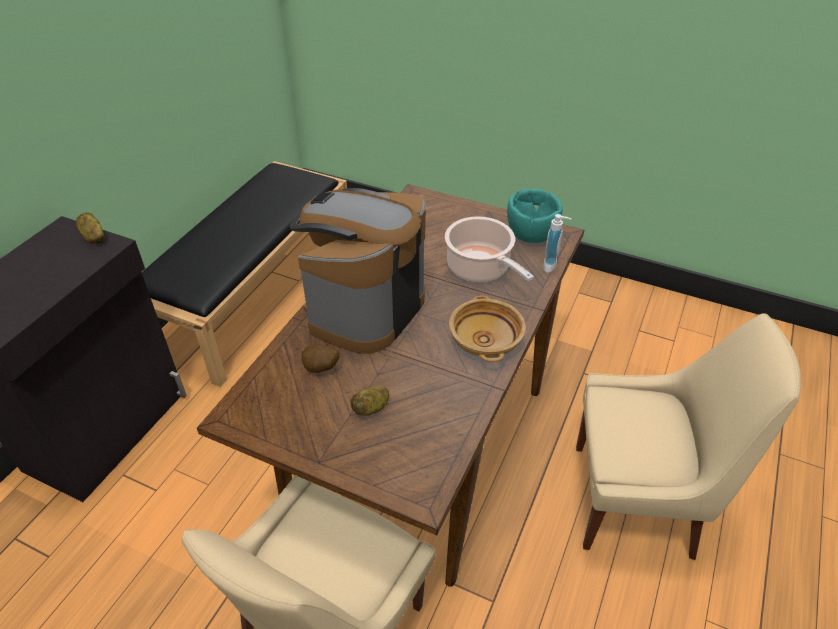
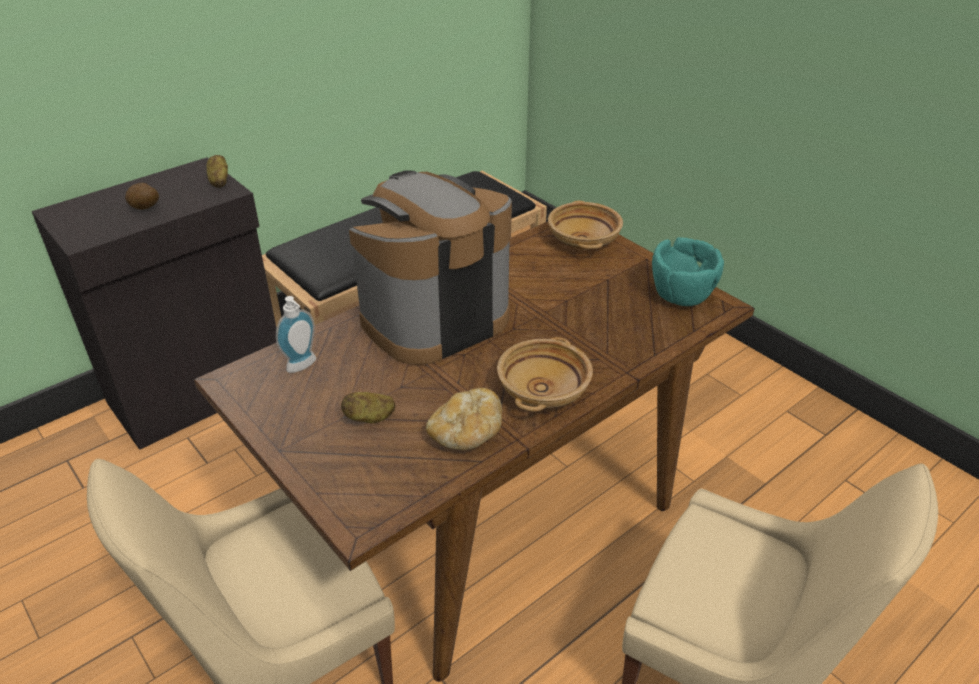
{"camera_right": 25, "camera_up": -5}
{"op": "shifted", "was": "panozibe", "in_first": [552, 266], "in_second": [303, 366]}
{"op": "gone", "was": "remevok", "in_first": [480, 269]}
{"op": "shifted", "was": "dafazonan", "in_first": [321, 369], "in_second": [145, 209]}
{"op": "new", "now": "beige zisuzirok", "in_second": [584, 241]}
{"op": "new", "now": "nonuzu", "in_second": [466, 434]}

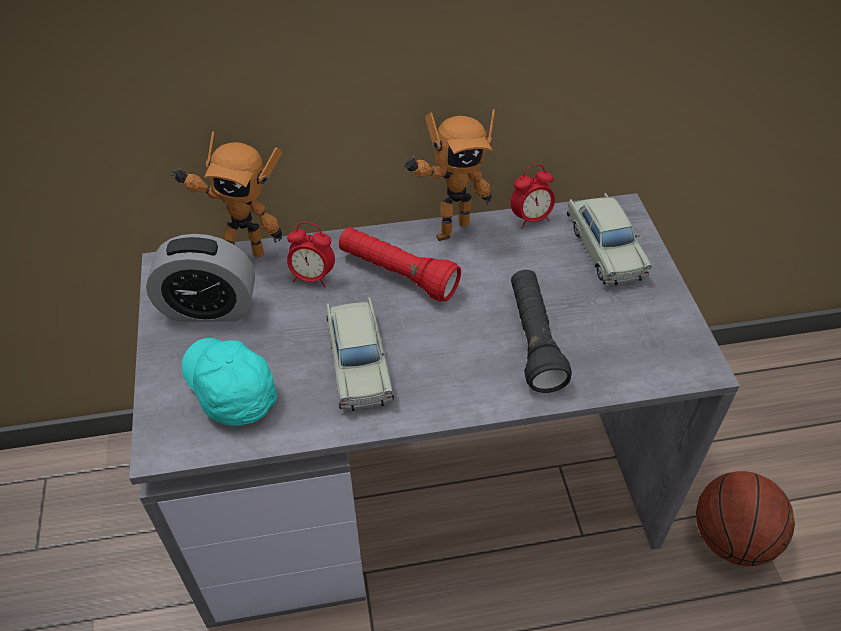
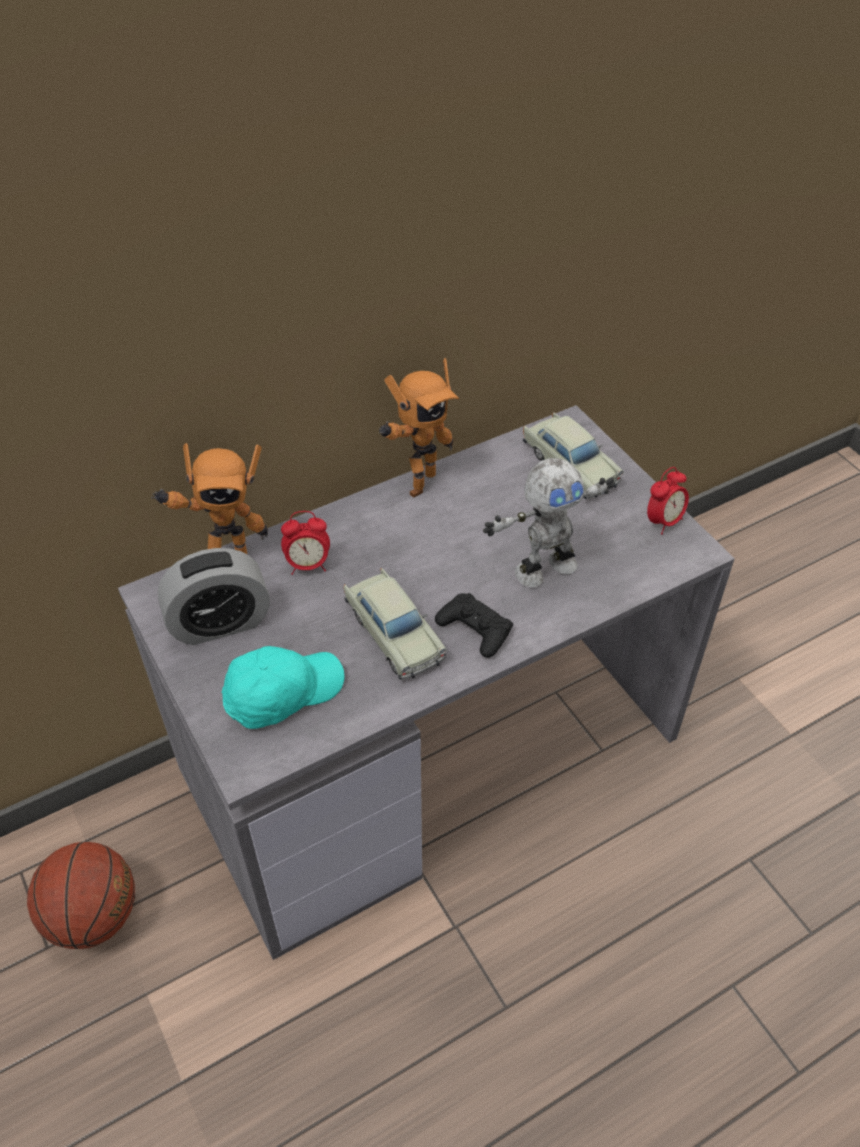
{"camera_right": -20, "camera_up": 0}
{"op": "shifted", "was": "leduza", "in_first": [530, 219], "in_second": [663, 521]}
{"op": "gone", "was": "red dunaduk", "in_first": [397, 274]}
{"op": "swapped", "was": "black dunaduk", "now": "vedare", "in_first": [533, 340], "in_second": [544, 568]}
{"op": "rotated", "was": "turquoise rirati", "in_first": [229, 388], "in_second": [282, 693], "clockwise": 120}
{"op": "shifted", "was": "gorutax", "in_first": [731, 539], "in_second": [94, 916]}
{"op": "new", "now": "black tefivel", "in_second": [475, 629]}

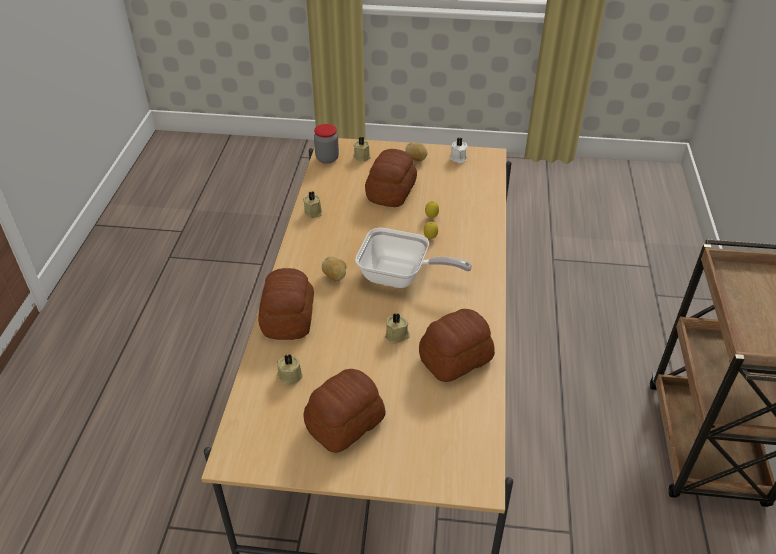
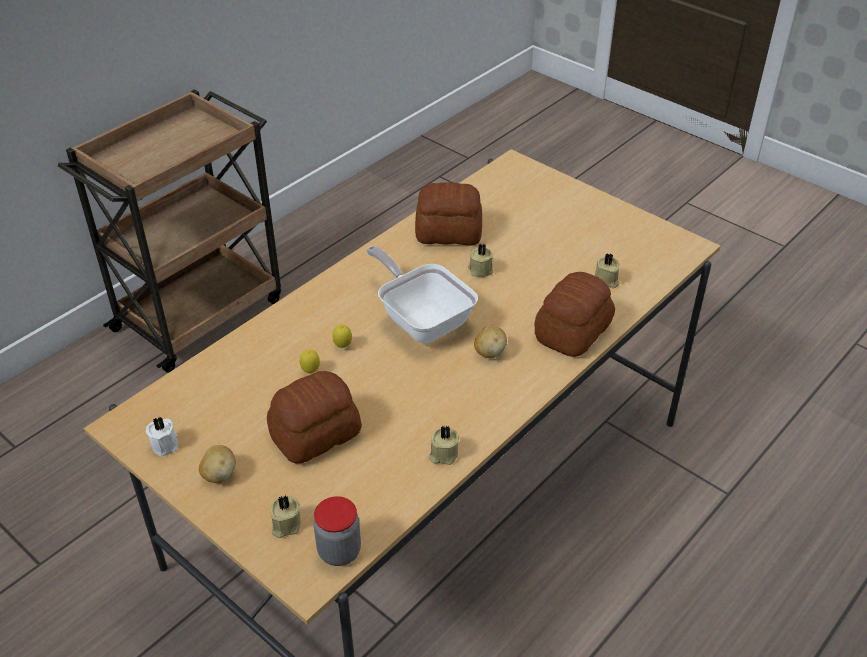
{"camera_right": -145, "camera_up": 0}
{"op": "gone", "was": "nonuzu", "in_first": [343, 423]}

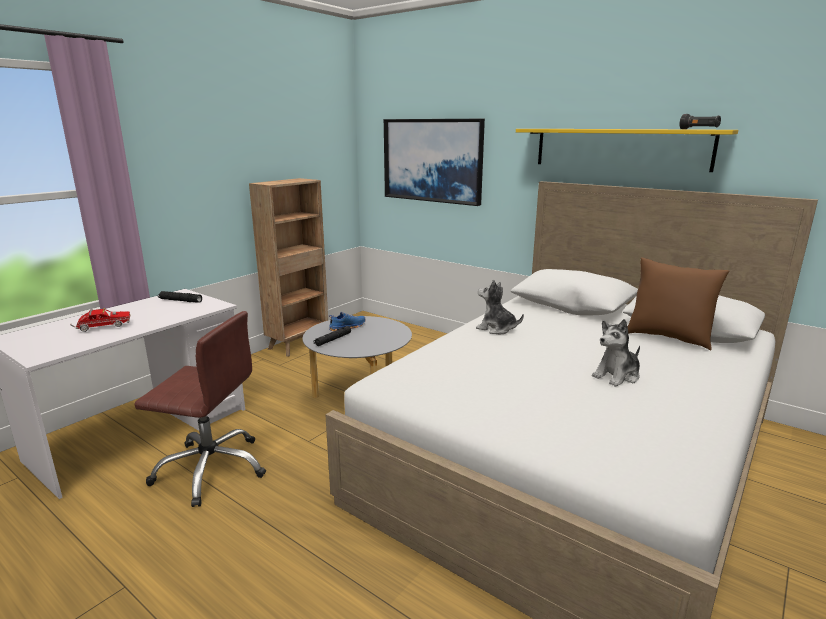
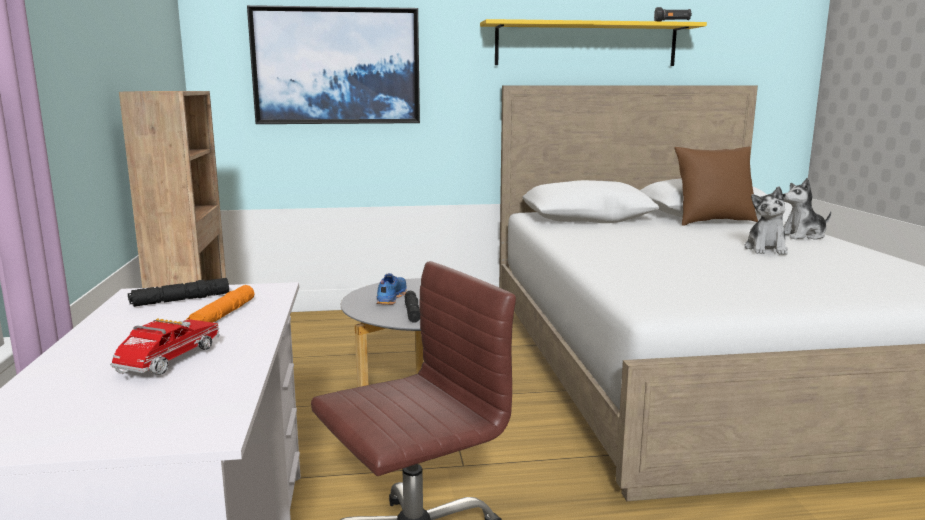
{"camera_right": -45, "camera_up": -5}
{"op": "shifted", "was": "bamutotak", "in_first": [496, 329], "in_second": [802, 236]}
{"op": "new", "now": "orange dunaduk", "in_second": [223, 315]}

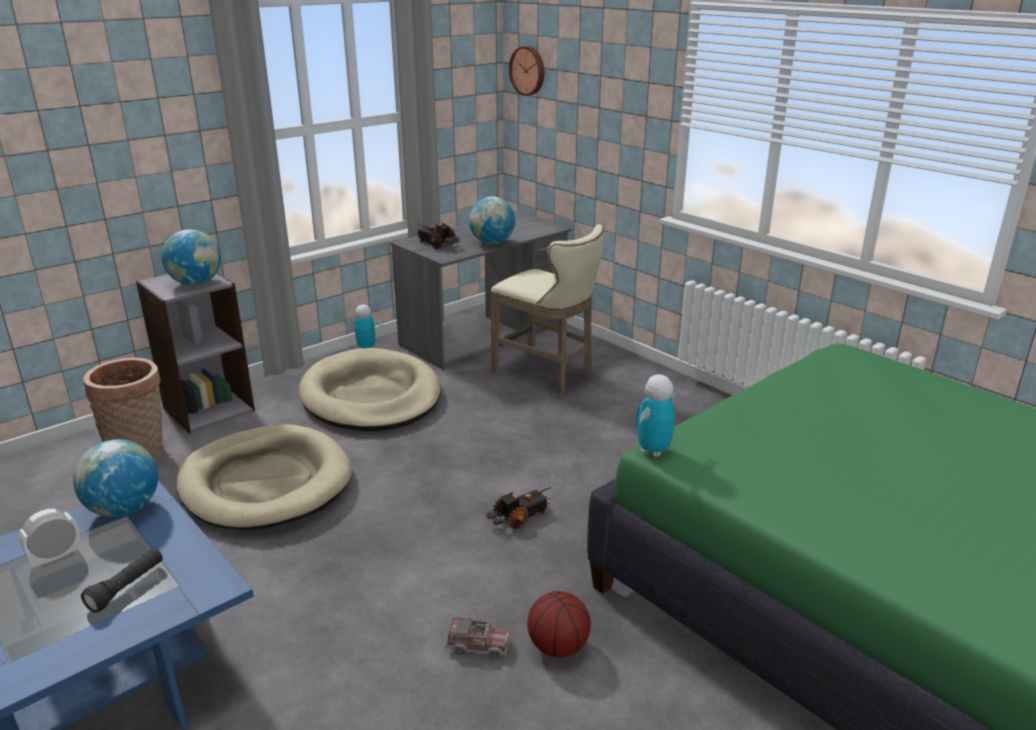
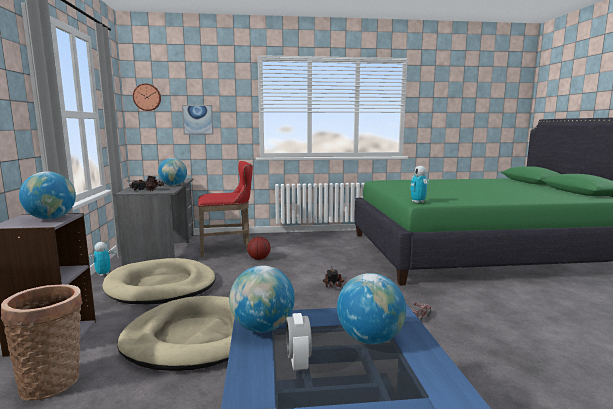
{"camera_right": -55, "camera_up": -15}
{"op": "repainted", "was": "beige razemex", "now": "red razemex", "in_first": [547, 375], "in_second": [228, 249]}
{"op": "swapped", "was": "black dunaduk", "now": "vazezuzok", "in_first": [127, 587], "in_second": [369, 339]}
{"op": "shifted", "was": "gorutax", "in_first": [558, 646], "in_second": [259, 258]}
{"op": "new", "now": "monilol", "in_second": [198, 120]}

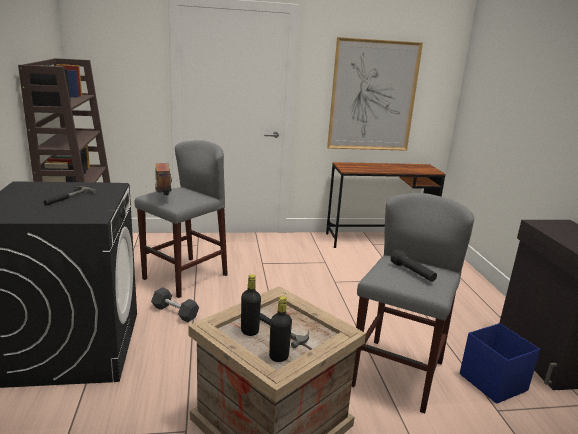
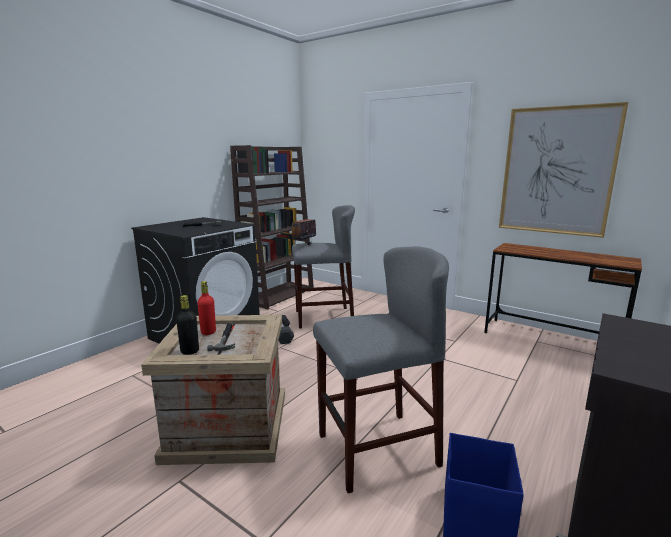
{"camera_right": 45, "camera_up": -5}
{"op": "gone", "was": "black dunaduk", "in_first": [412, 273]}
{"op": "repainted", "was": "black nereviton", "now": "red nereviton", "in_first": [249, 331], "in_second": [208, 332]}

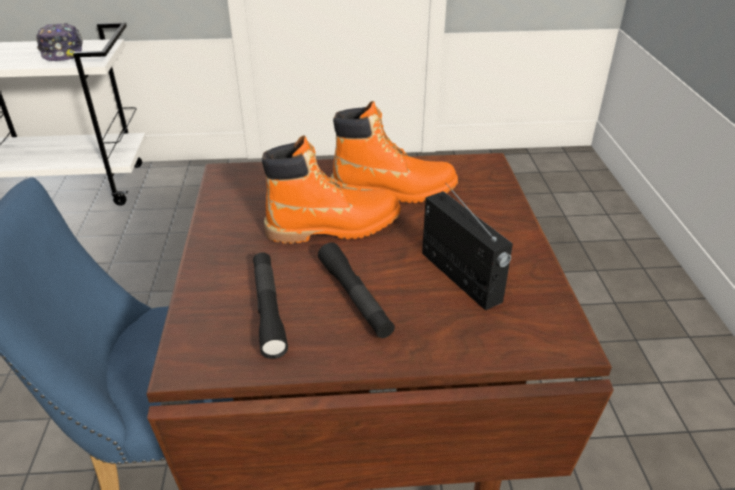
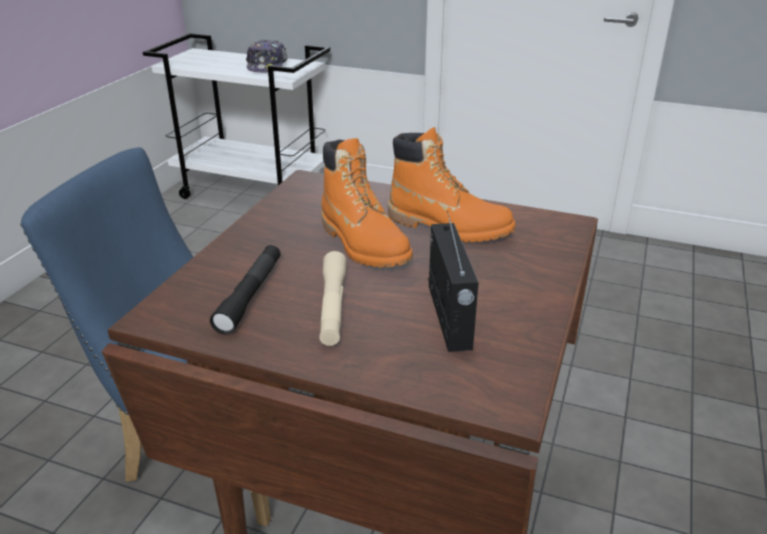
{"camera_right": 25, "camera_up": -5}
{"op": "rotated", "was": "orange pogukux", "in_first": [334, 227], "in_second": [364, 244], "clockwise": 45}
{"op": "repainted", "was": "black dunaduk", "now": "beige dunaduk", "in_first": [355, 297], "in_second": [333, 306]}

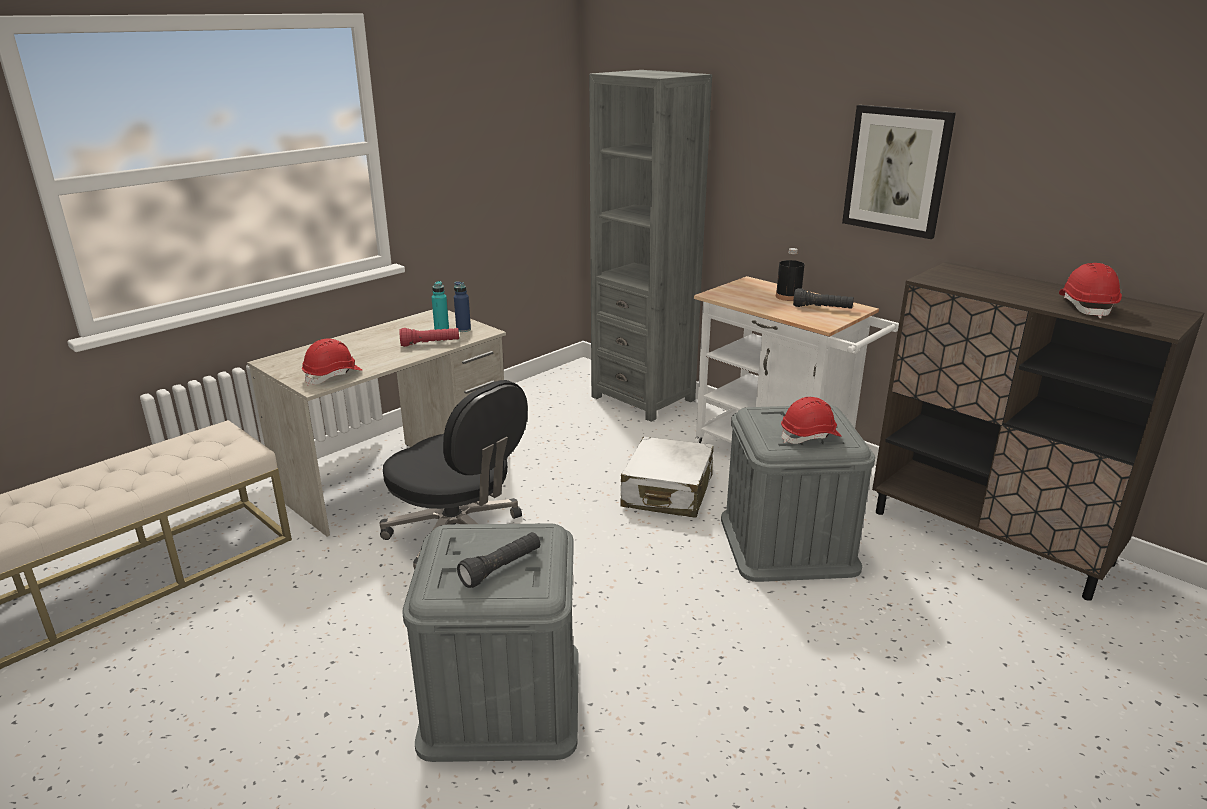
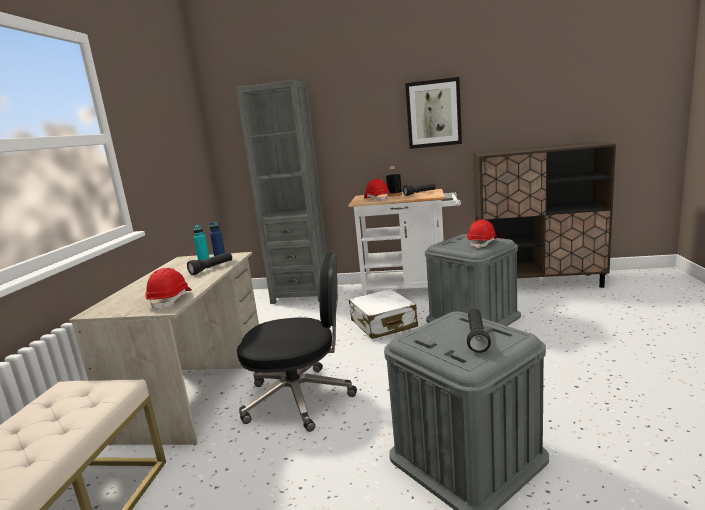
{"camera_right": -35, "camera_up": -10}
{"op": "shifted", "was": "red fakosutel", "in_first": [1086, 307], "in_second": [377, 199]}
{"op": "repainted", "was": "red dunaduk", "now": "black dunaduk", "in_first": [430, 344], "in_second": [212, 268]}

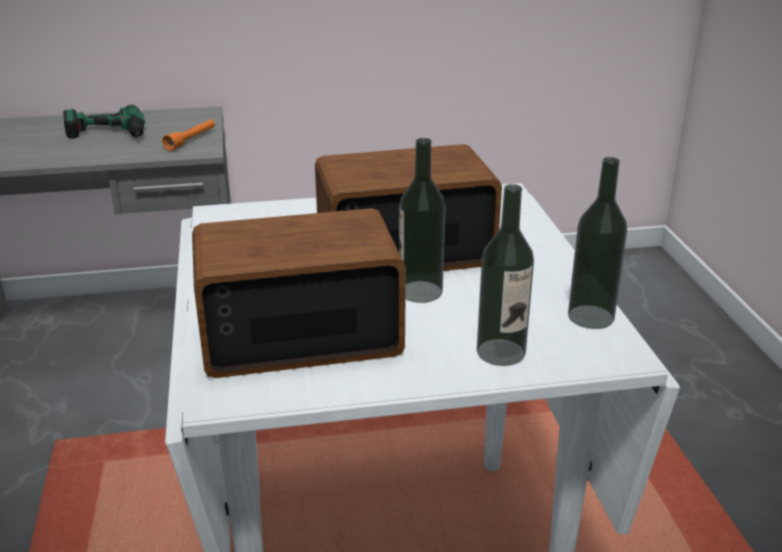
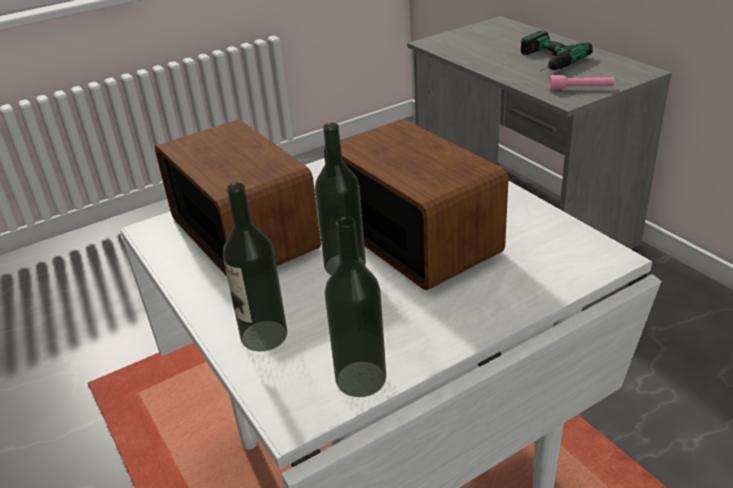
{"camera_right": 70, "camera_up": 5}
{"op": "repainted", "was": "orange dunaduk", "now": "pink dunaduk", "in_first": [191, 140], "in_second": [580, 89]}

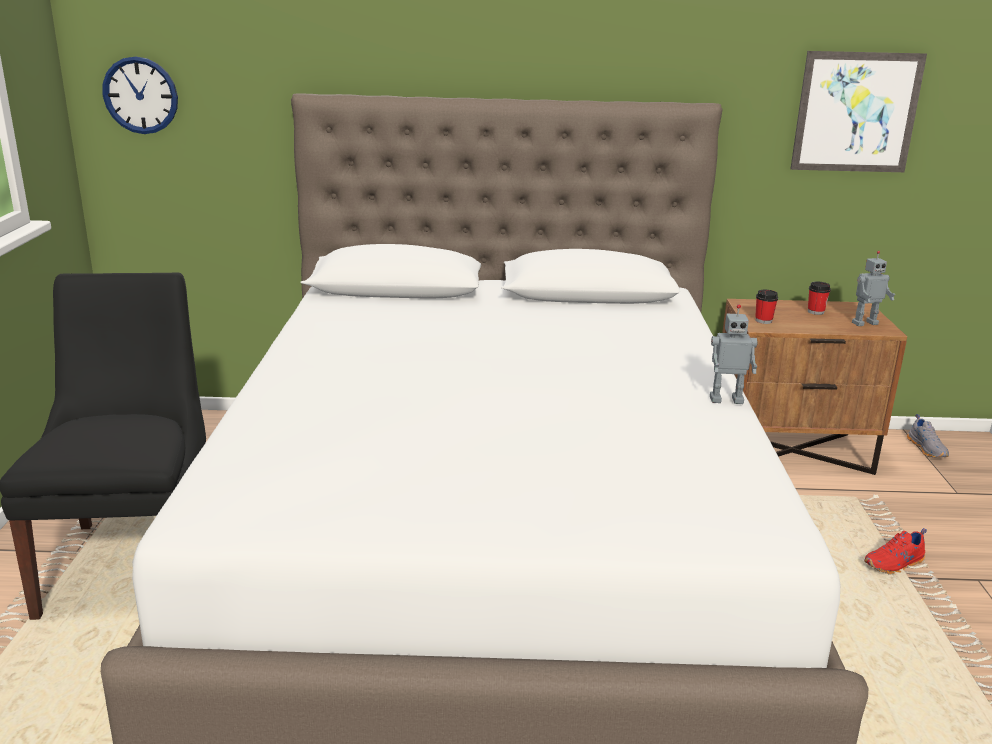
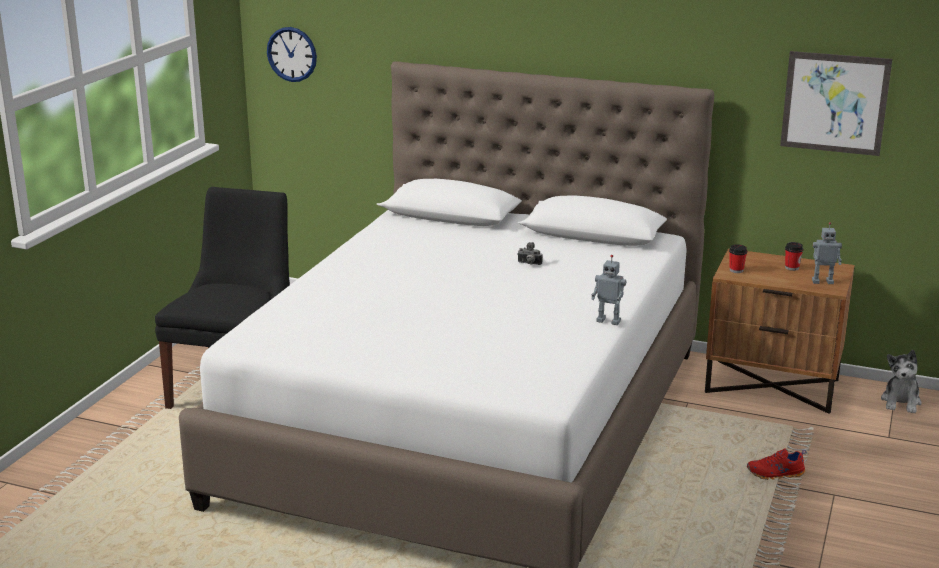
{"camera_right": 20, "camera_up": 0}
{"op": "swapped", "was": "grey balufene", "now": "bamutotak", "in_first": [928, 449], "in_second": [901, 402]}
{"op": "new", "now": "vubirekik", "in_second": [529, 264]}

